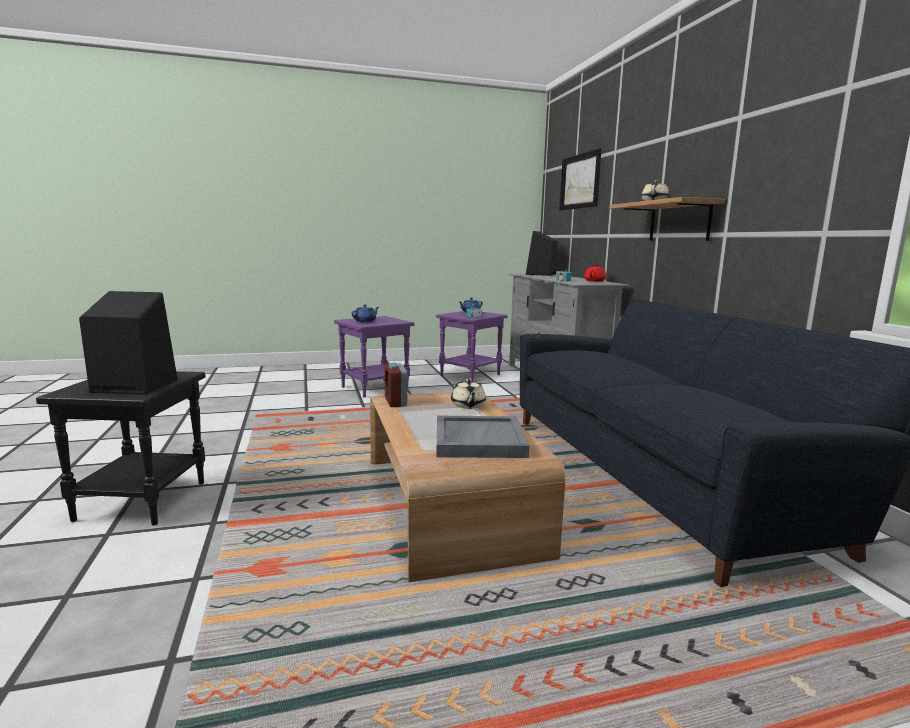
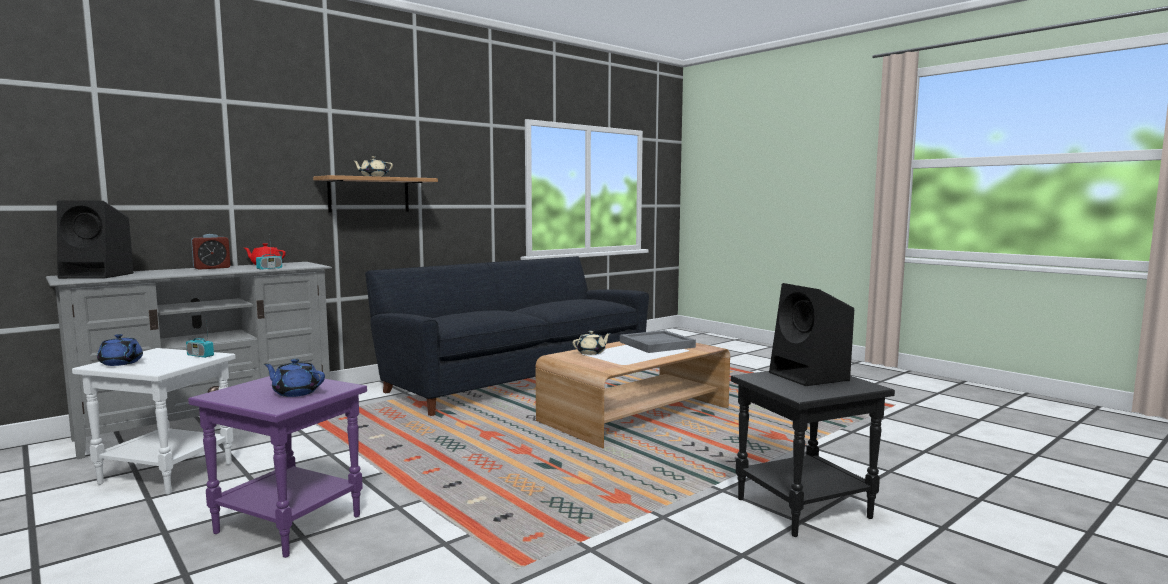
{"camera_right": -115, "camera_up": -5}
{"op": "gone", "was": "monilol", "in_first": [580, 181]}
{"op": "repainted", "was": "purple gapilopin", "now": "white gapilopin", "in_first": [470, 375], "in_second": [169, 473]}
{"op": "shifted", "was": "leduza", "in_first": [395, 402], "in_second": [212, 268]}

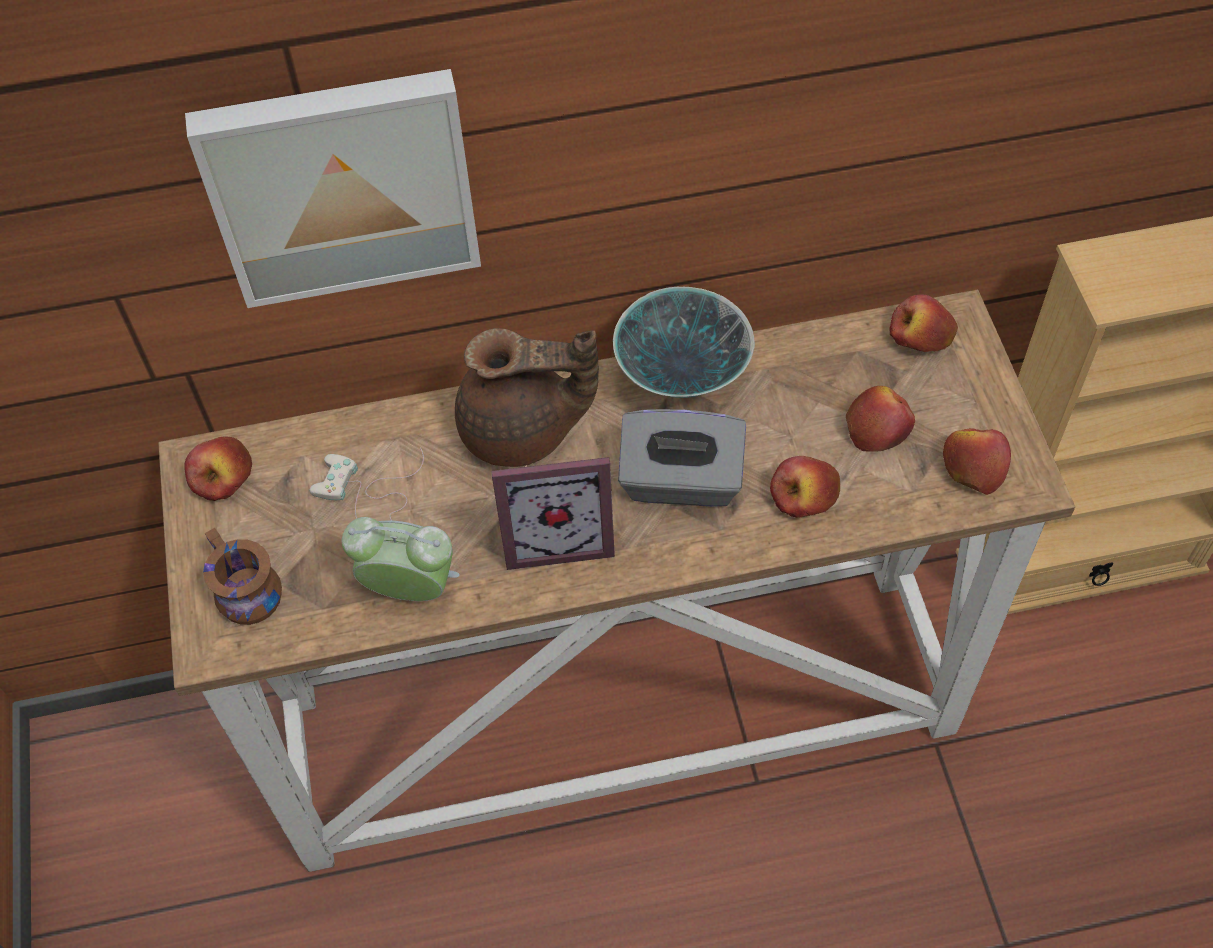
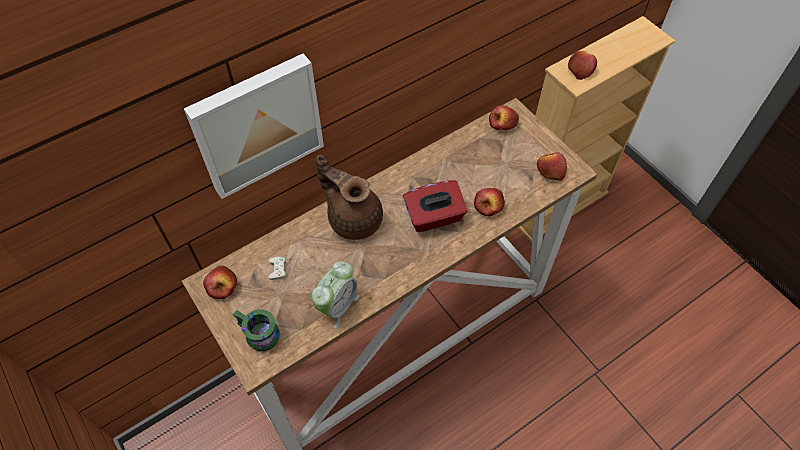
{"camera_right": -25, "camera_up": 0}
{"op": "gone", "was": "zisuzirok", "in_first": [681, 376]}
{"op": "rotated", "was": "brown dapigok", "in_first": [522, 431], "in_second": [353, 218], "clockwise": -120}
{"op": "shifted", "was": "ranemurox", "in_first": [878, 426], "in_second": [580, 69]}
{"op": "repainted", "was": "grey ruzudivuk", "now": "red ruzudivuk", "in_first": [681, 482], "in_second": [434, 217]}
{"op": "gone", "was": "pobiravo", "in_first": [557, 536]}
{"op": "rotated", "was": "leduza", "in_first": [410, 589], "in_second": [337, 306], "clockwise": 135}
{"op": "repainted", "was": "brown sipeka", "now": "green sipeka", "in_first": [240, 592], "in_second": [257, 336]}

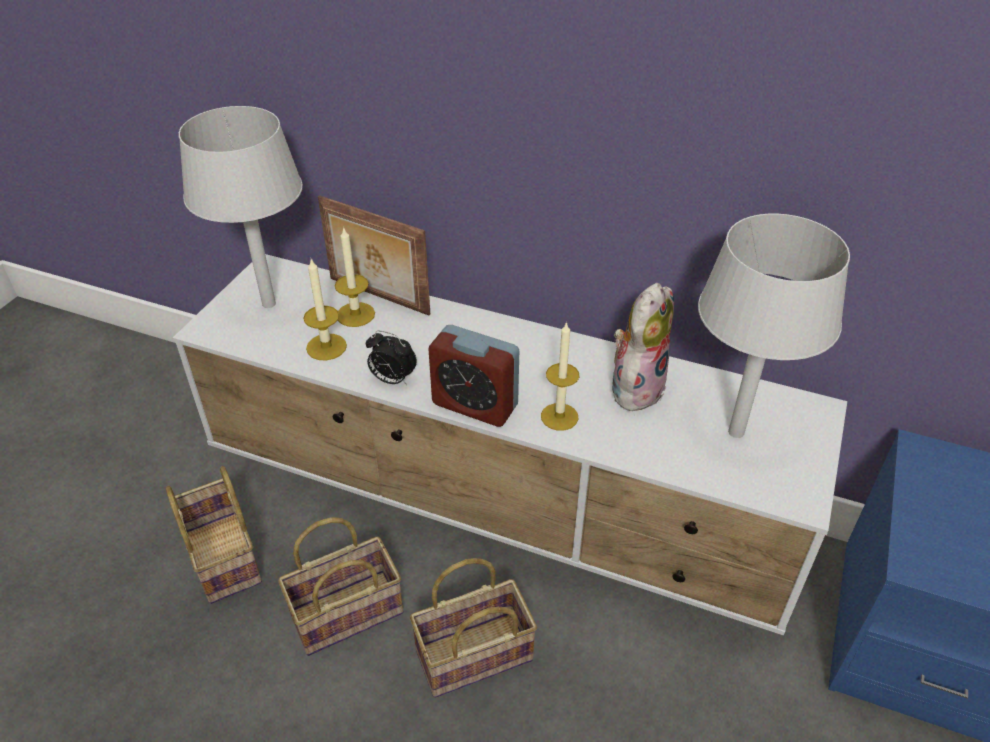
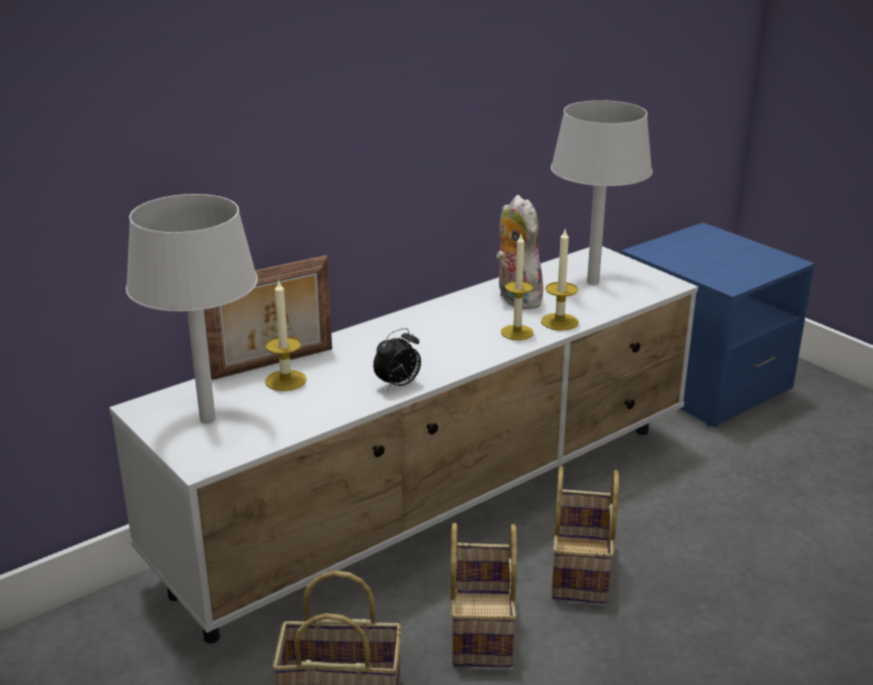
{"camera_right": -60, "camera_up": -15}
{"op": "shifted", "was": "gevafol", "in_first": [326, 347], "in_second": [559, 322]}
{"op": "gone", "was": "leduza", "in_first": [475, 405]}

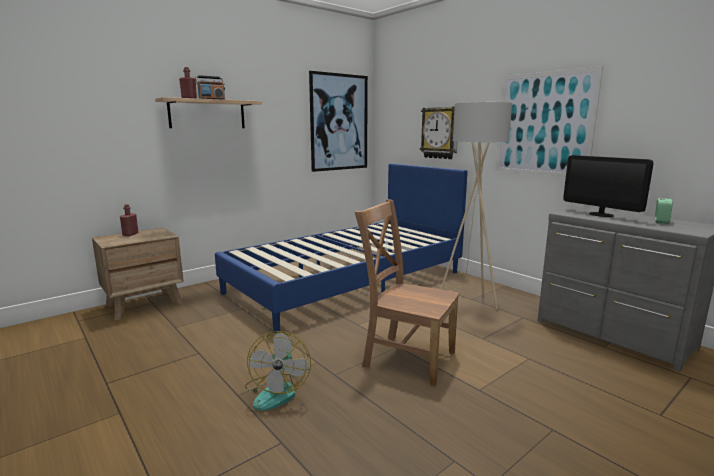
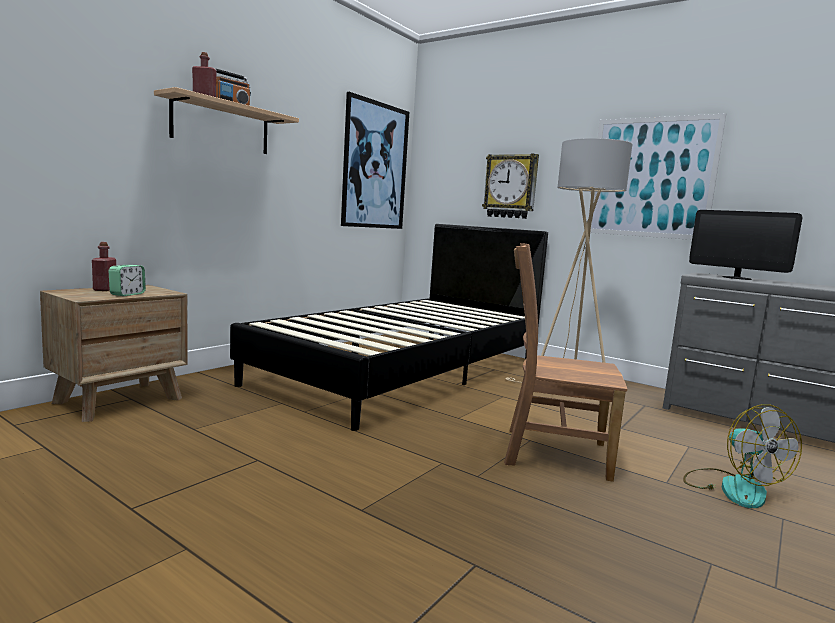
{"camera_right": -15, "camera_up": -5}
{"op": "repainted", "was": "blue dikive", "now": "black dikive", "in_first": [348, 282], "in_second": [405, 371]}
{"op": "shifted", "was": "leduza", "in_first": [661, 222], "in_second": [127, 294]}
{"op": "shifted", "was": "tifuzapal", "in_first": [277, 391], "in_second": [732, 487]}

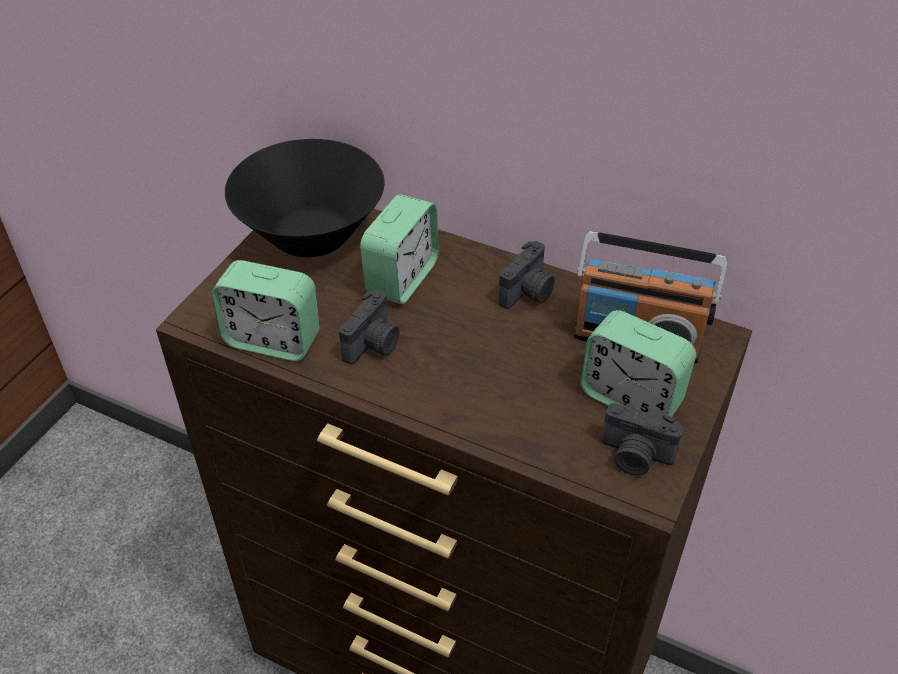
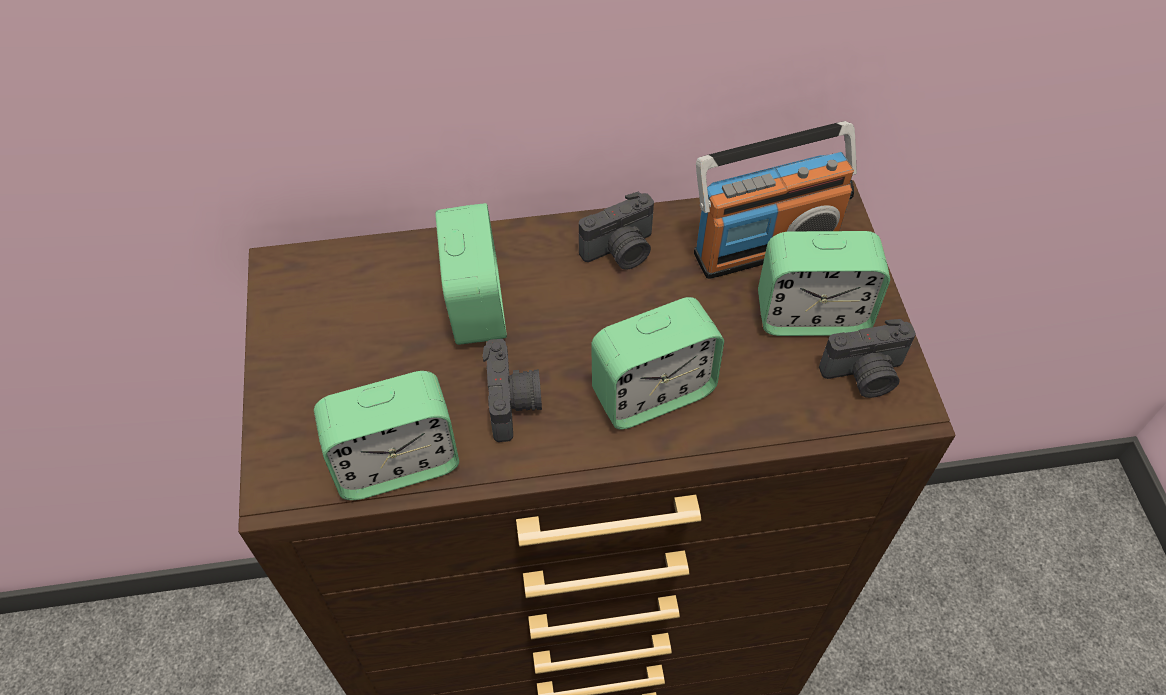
{"camera_right": -35, "camera_up": 10}
{"op": "gone", "was": "black zisuzirok", "in_first": [311, 236]}
{"op": "rotated", "was": "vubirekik", "in_first": [528, 293], "in_second": [621, 251], "clockwise": 60}
{"op": "new", "now": "leduza", "in_second": [652, 392]}

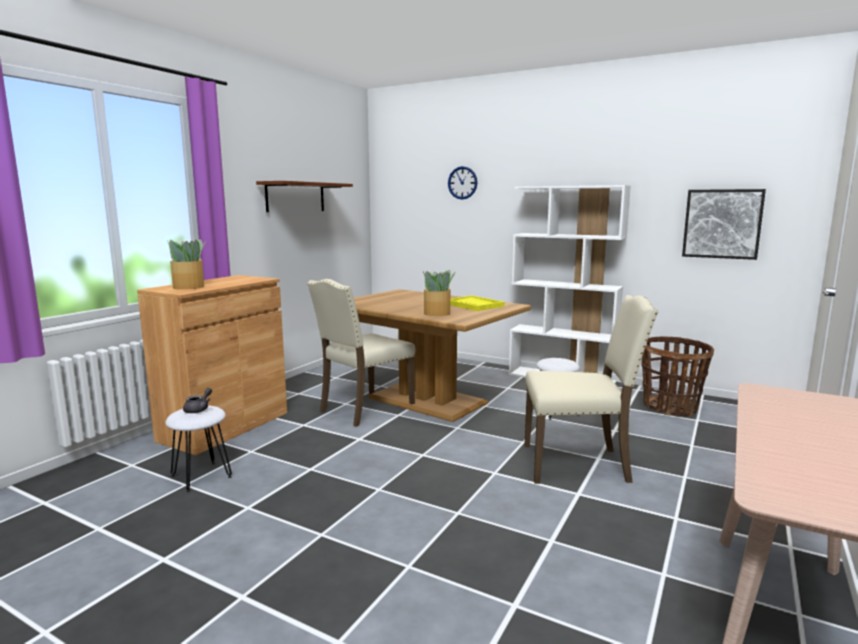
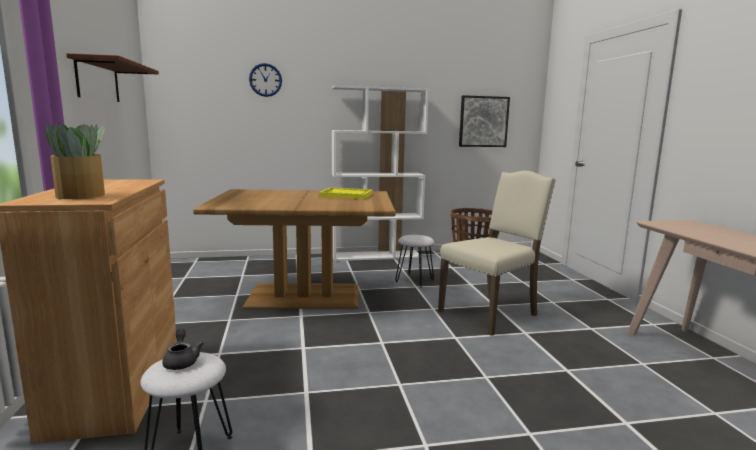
{"camera_right": -40, "camera_up": 0}
{"op": "gone", "was": "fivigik", "in_first": [437, 313]}
{"op": "gone", "was": "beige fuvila", "in_first": [364, 409]}

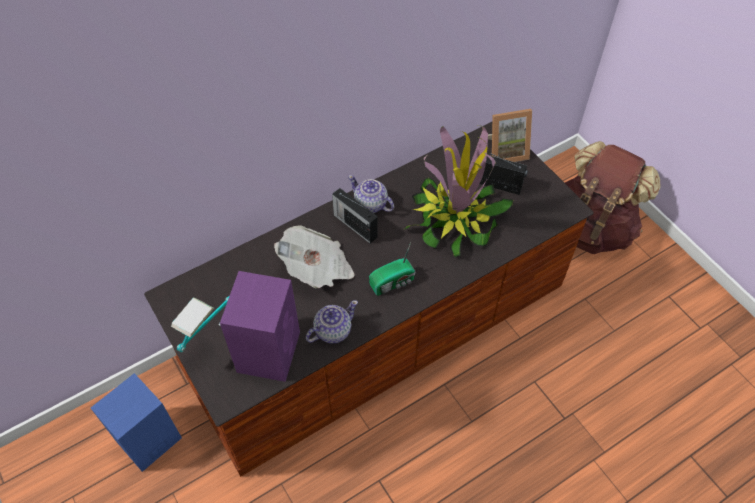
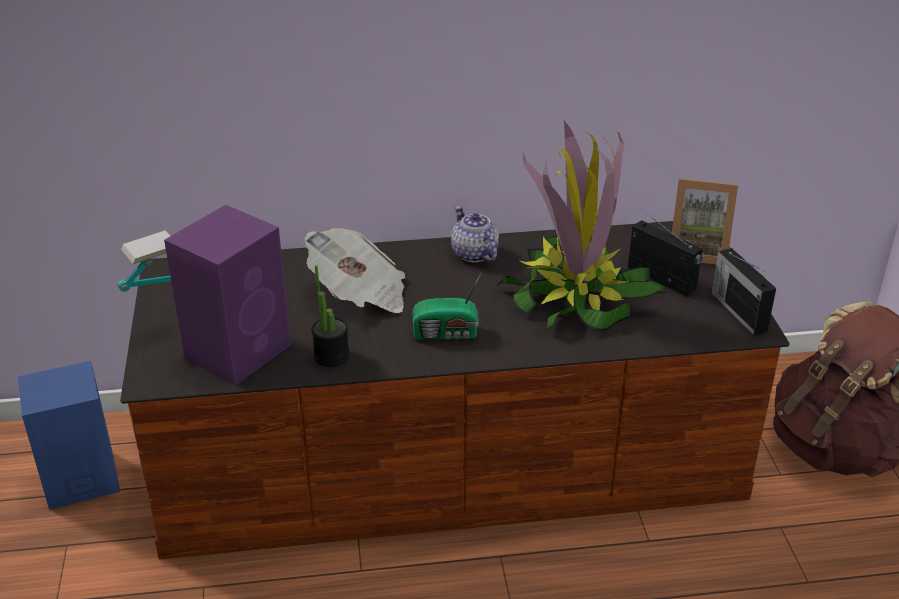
{"camera_right": 25, "camera_up": -20}
{"op": "shifted", "was": "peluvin", "in_first": [354, 225], "in_second": [738, 311]}
{"op": "swapped", "was": "dapigok", "now": "fivigik", "in_first": [332, 331], "in_second": [331, 356]}

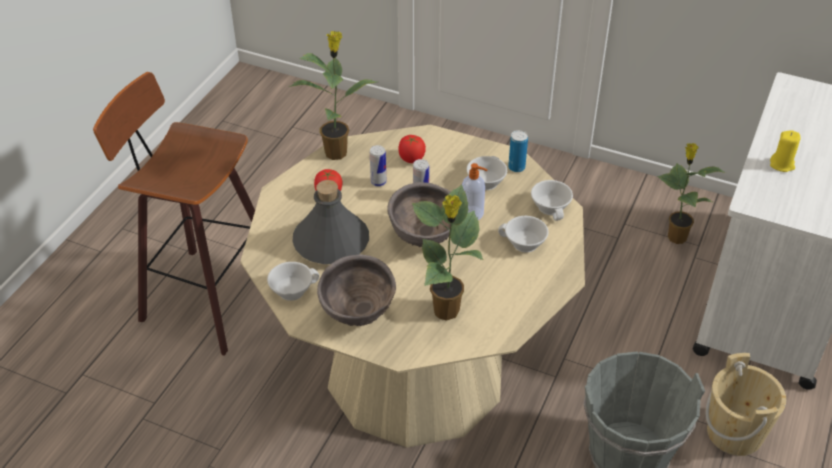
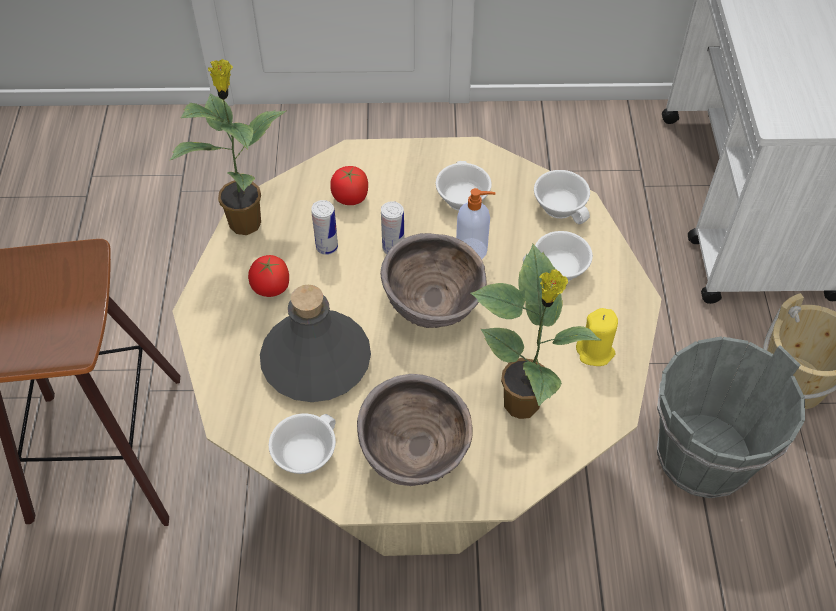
{"camera_right": -25, "camera_up": 10}
{"op": "gone", "was": "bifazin", "in_first": [516, 167]}
{"op": "shifted", "was": "yellow gevafol", "in_first": [782, 164], "in_second": [595, 351]}
{"op": "gone", "was": "fivigik", "in_first": [675, 236]}

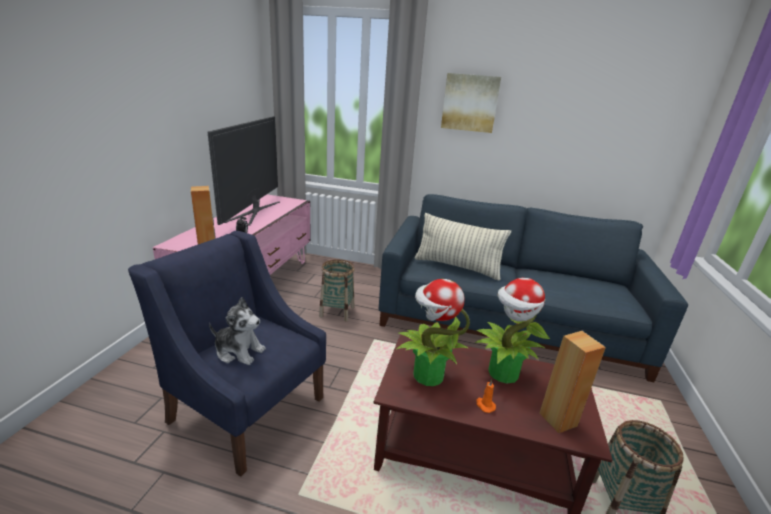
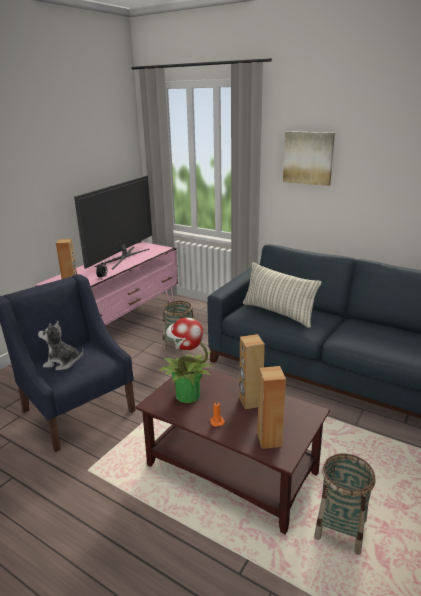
{"camera_right": 20, "camera_up": 0}
{"op": "swapped", "was": "fivigik", "now": "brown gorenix", "in_first": [502, 373], "in_second": [250, 402]}
{"op": "rotated", "was": "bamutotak", "in_first": [239, 351], "in_second": [62, 363], "clockwise": 150}

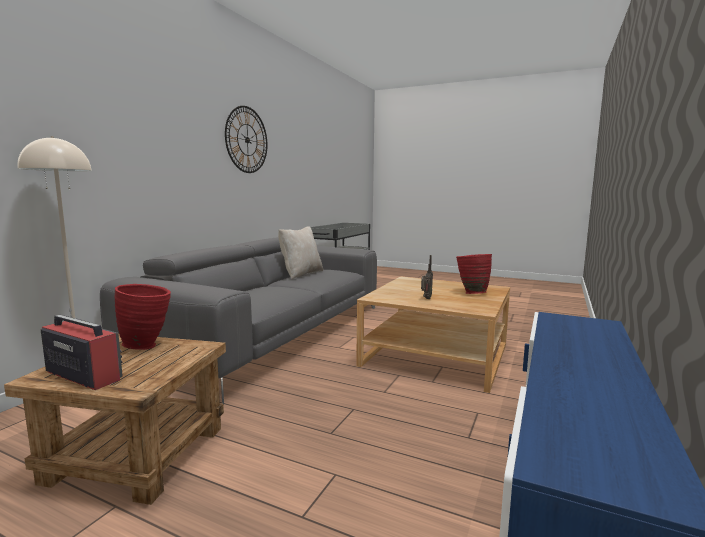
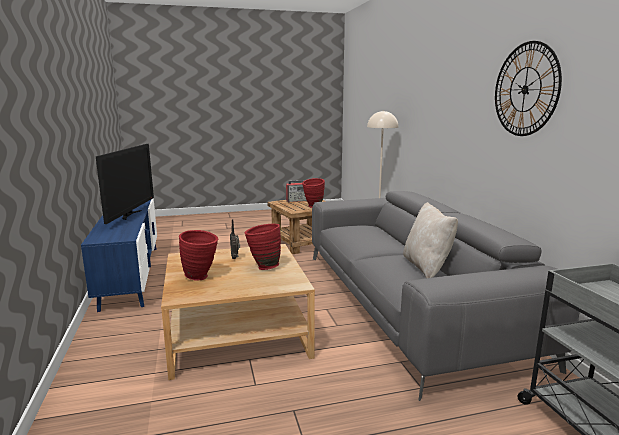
{"camera_right": 140, "camera_up": 5}
{"op": "new", "now": "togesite", "in_second": [130, 215]}
{"op": "new", "now": "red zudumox", "in_second": [263, 267]}

